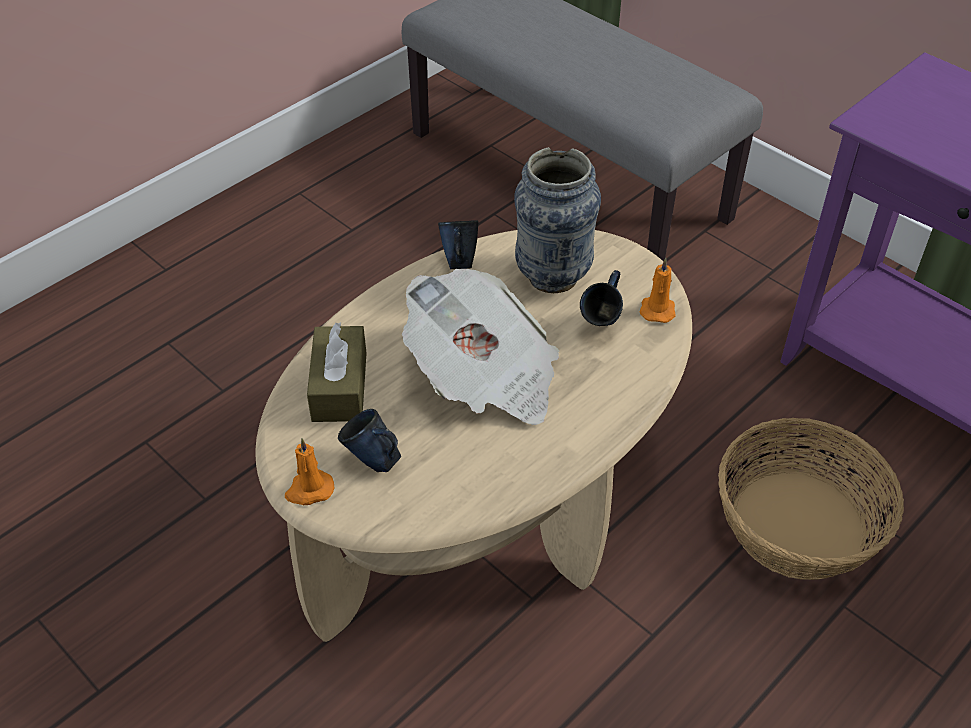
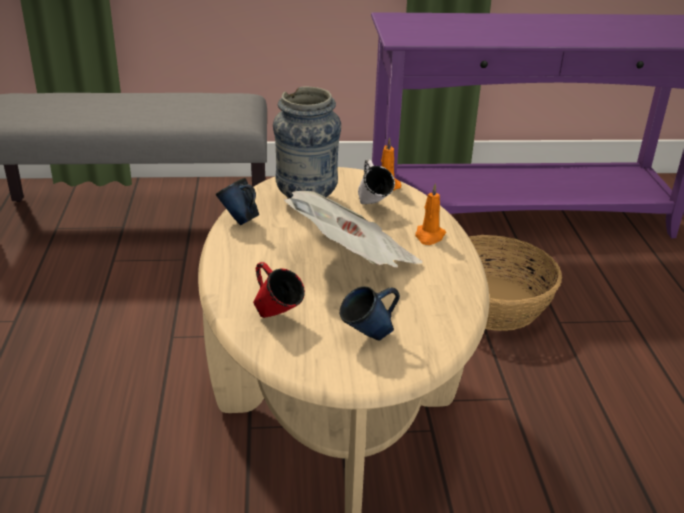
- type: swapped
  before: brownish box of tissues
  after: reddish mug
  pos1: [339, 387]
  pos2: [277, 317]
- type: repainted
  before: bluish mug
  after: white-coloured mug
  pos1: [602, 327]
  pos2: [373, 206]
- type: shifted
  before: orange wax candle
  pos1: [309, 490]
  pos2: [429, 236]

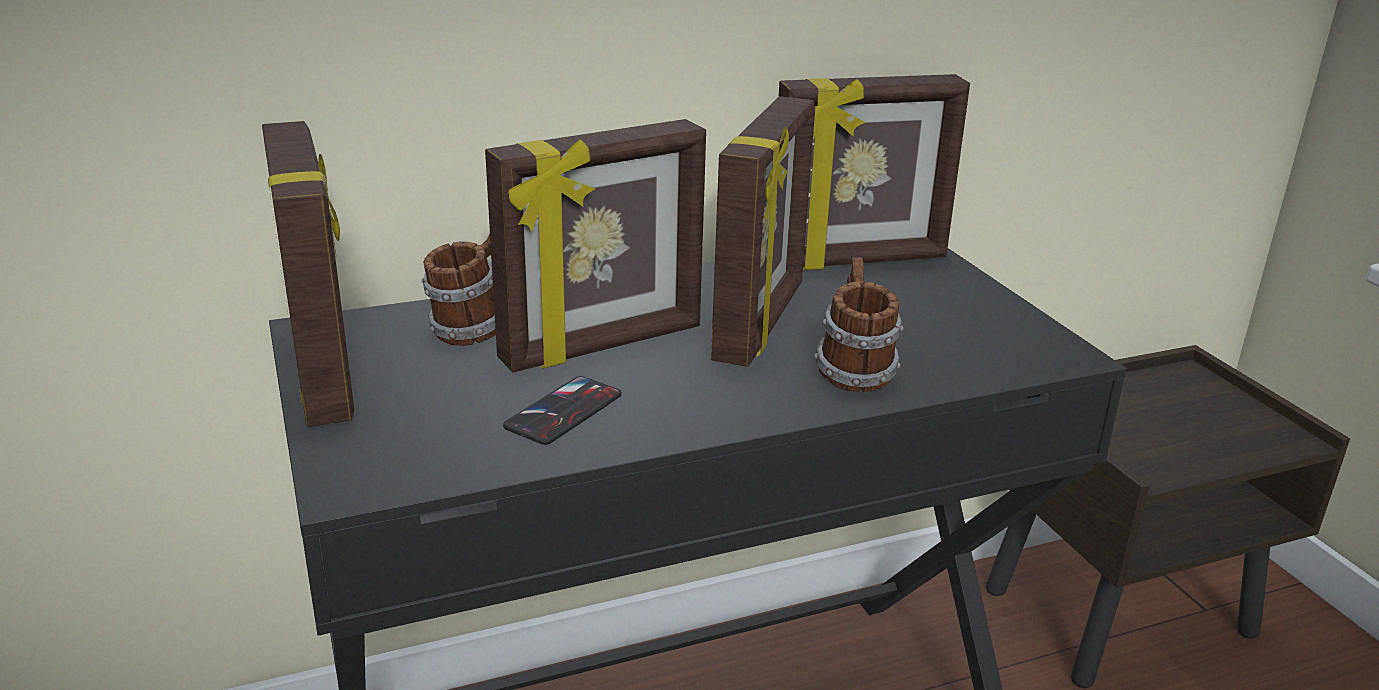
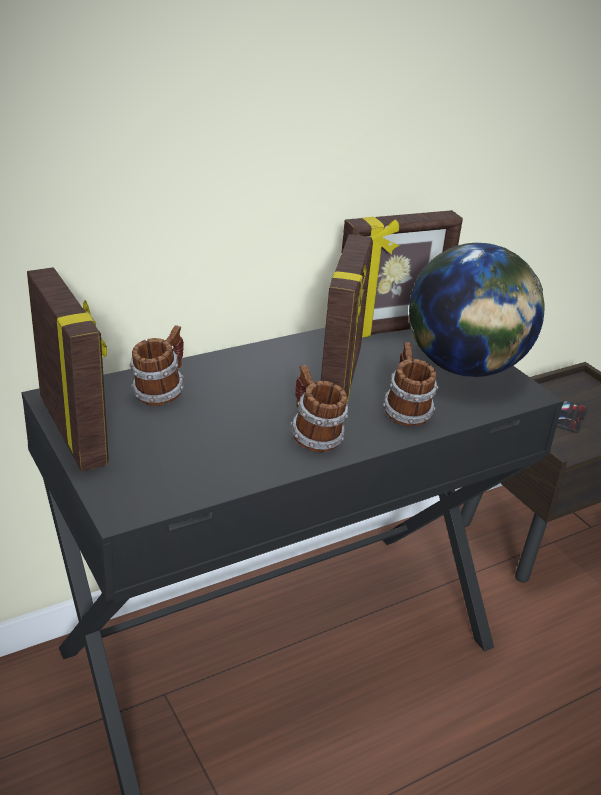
- type: new
  after: mug
  pos2: [314, 438]
- type: new
  after: desk globe
  pos2: [464, 368]
- type: shifted
  before: handset
  pos1: [564, 411]
  pos2: [570, 417]
- type: gone
  before: picture frame
  pos1: [603, 346]

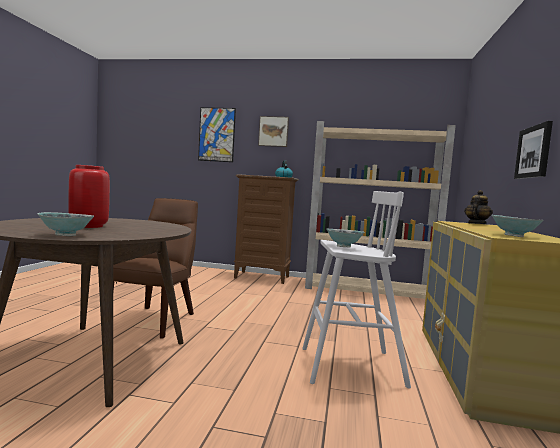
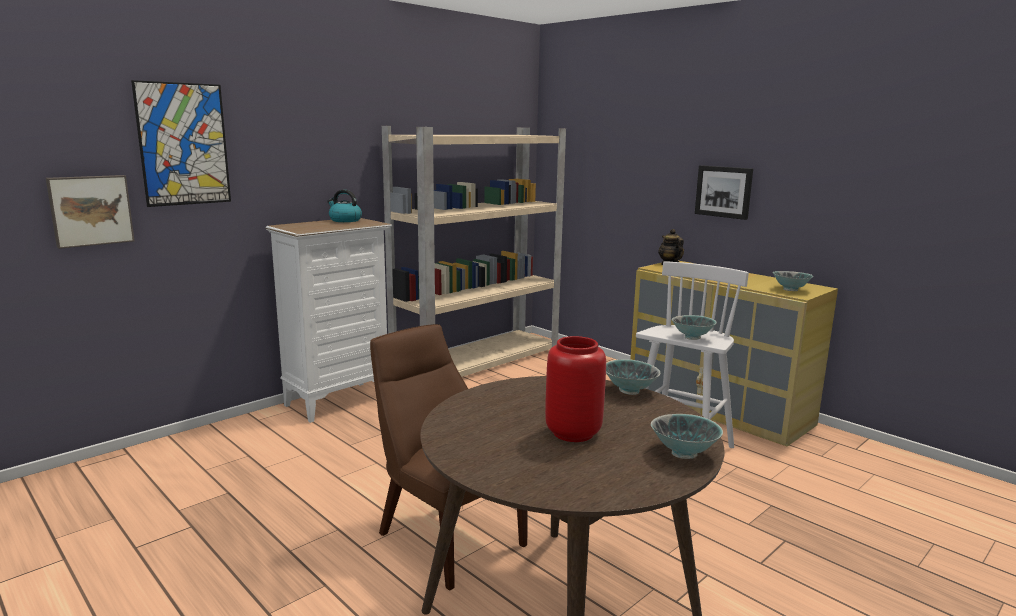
- type: shifted
  before: picture
  pos1: [273, 131]
  pos2: [90, 210]
- type: repainted
  before: brownish chest of drawers
  after: white-coloured chest of drawers
  pos1: [263, 278]
  pos2: [340, 401]
- type: new
  after: bowl
  pos2: [629, 391]

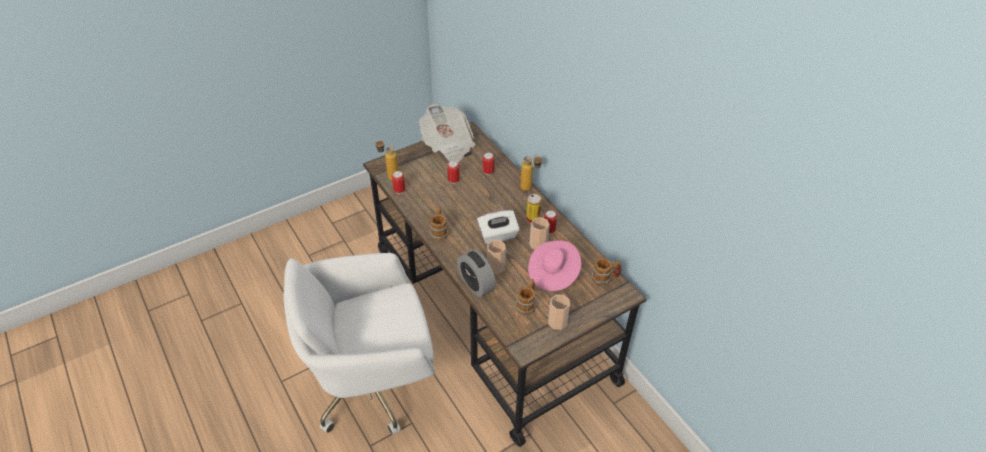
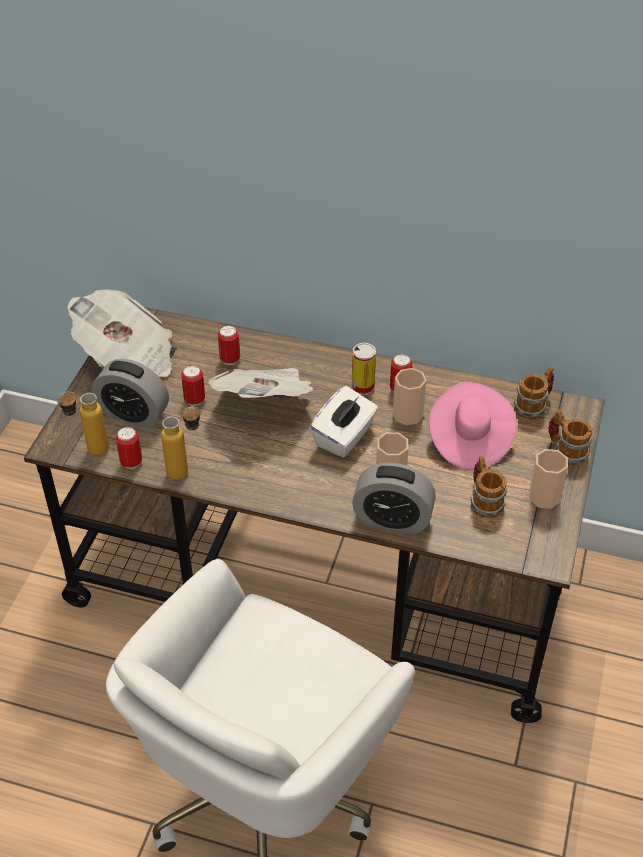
- type: new
  after: alarm clock
  pos2: [133, 414]
- type: shifted
  before: beverage bottle
  pos1: [530, 189]
  pos2: [186, 470]
- type: new
  after: printed paper
  pos2: [265, 402]
- type: shifted
  before: mug
  pos1: [439, 231]
  pos2: [565, 450]

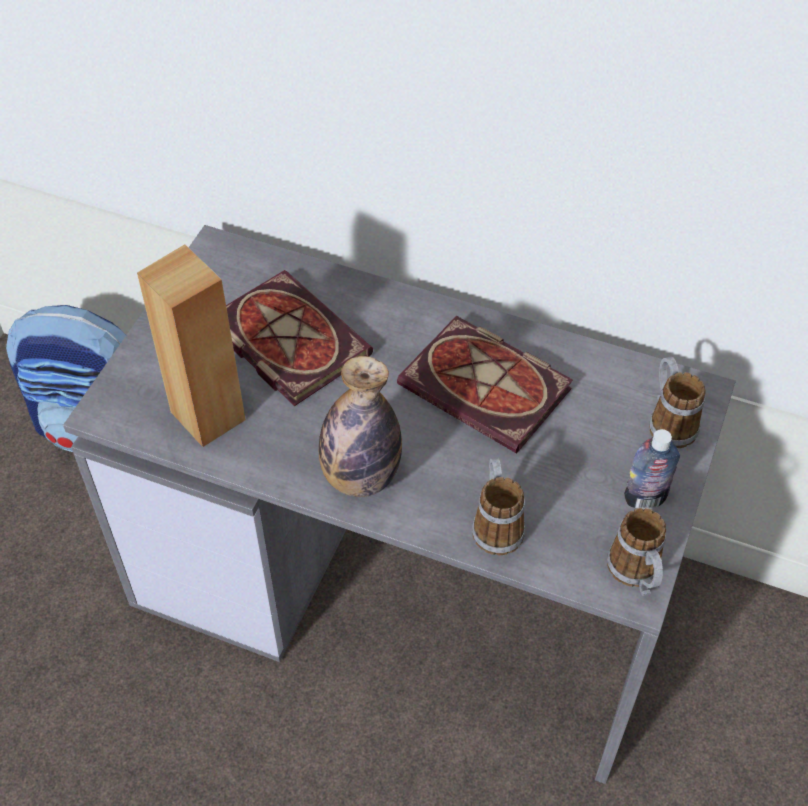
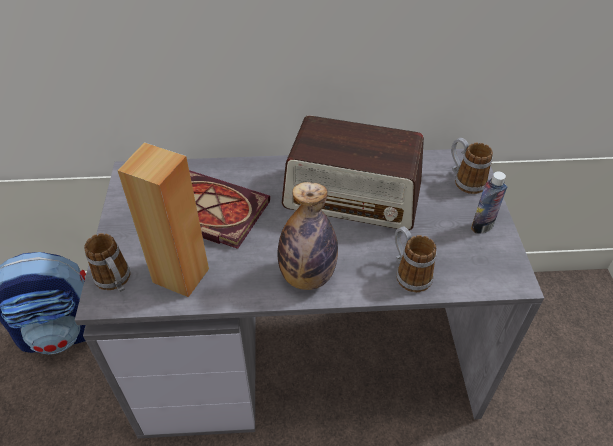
- type: shifted
  before: mug
  pos1: [636, 575]
  pos2: [116, 282]
- type: swapped
  before: book
  after: radio set
  pos1: [489, 388]
  pos2: [353, 196]

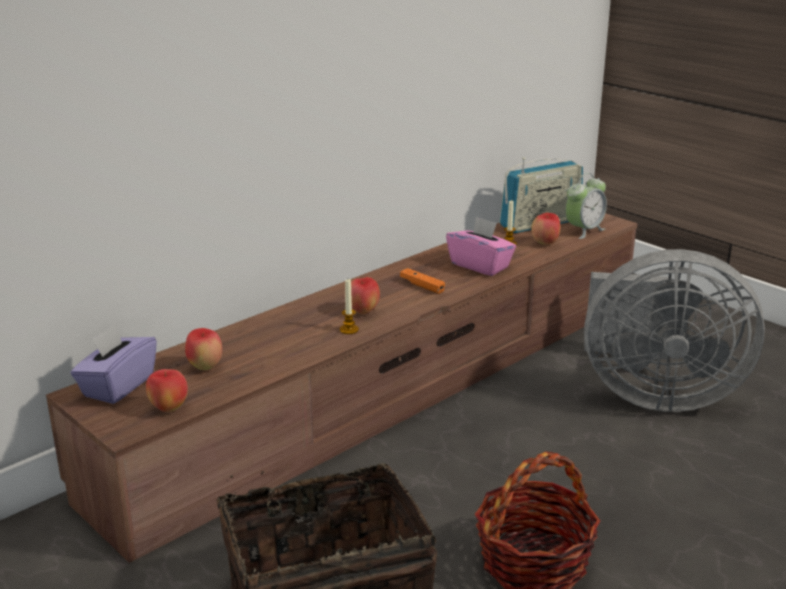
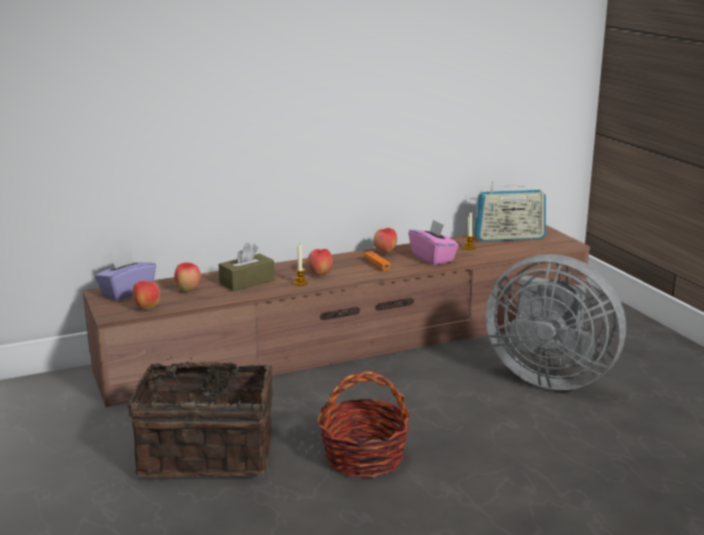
- type: new
  after: brownish box of tissues
  pos2: [247, 282]
- type: shifted
  before: apple
  pos1: [545, 243]
  pos2: [385, 252]
- type: gone
  before: alarm clock
  pos1: [584, 230]

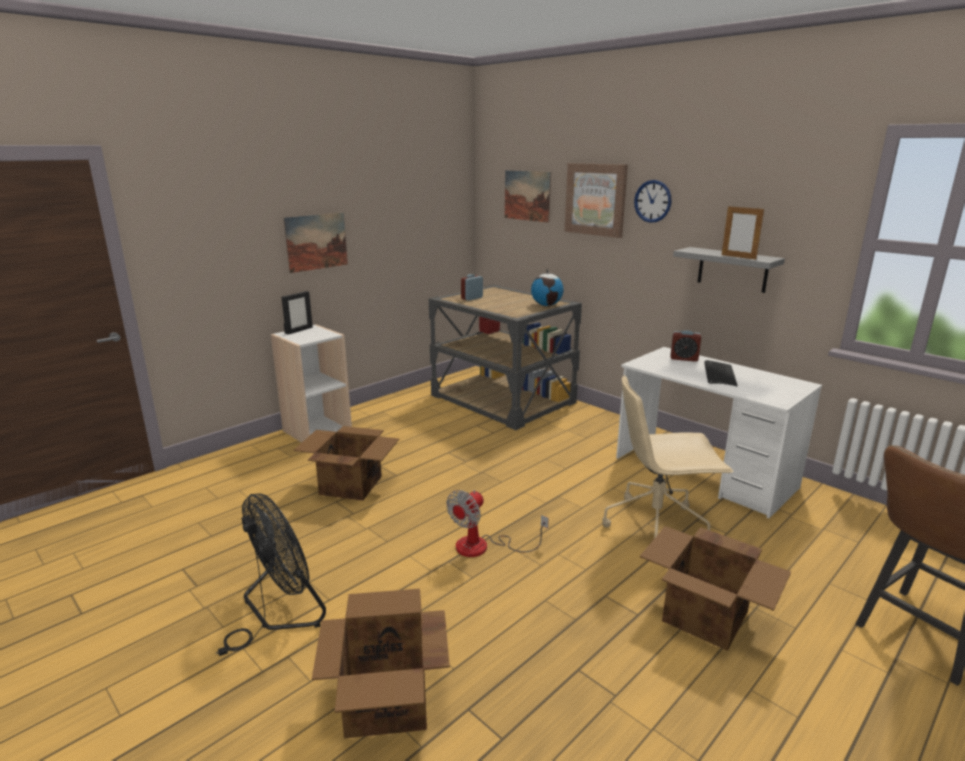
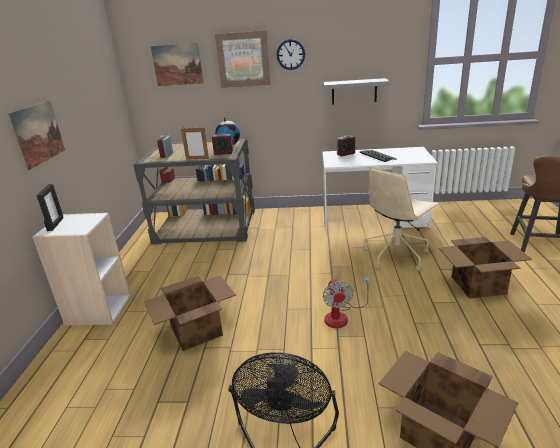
- type: shifted
  before: picture frame
  pos1: [738, 257]
  pos2: [197, 159]
- type: new
  after: alarm clock
  pos2: [223, 153]

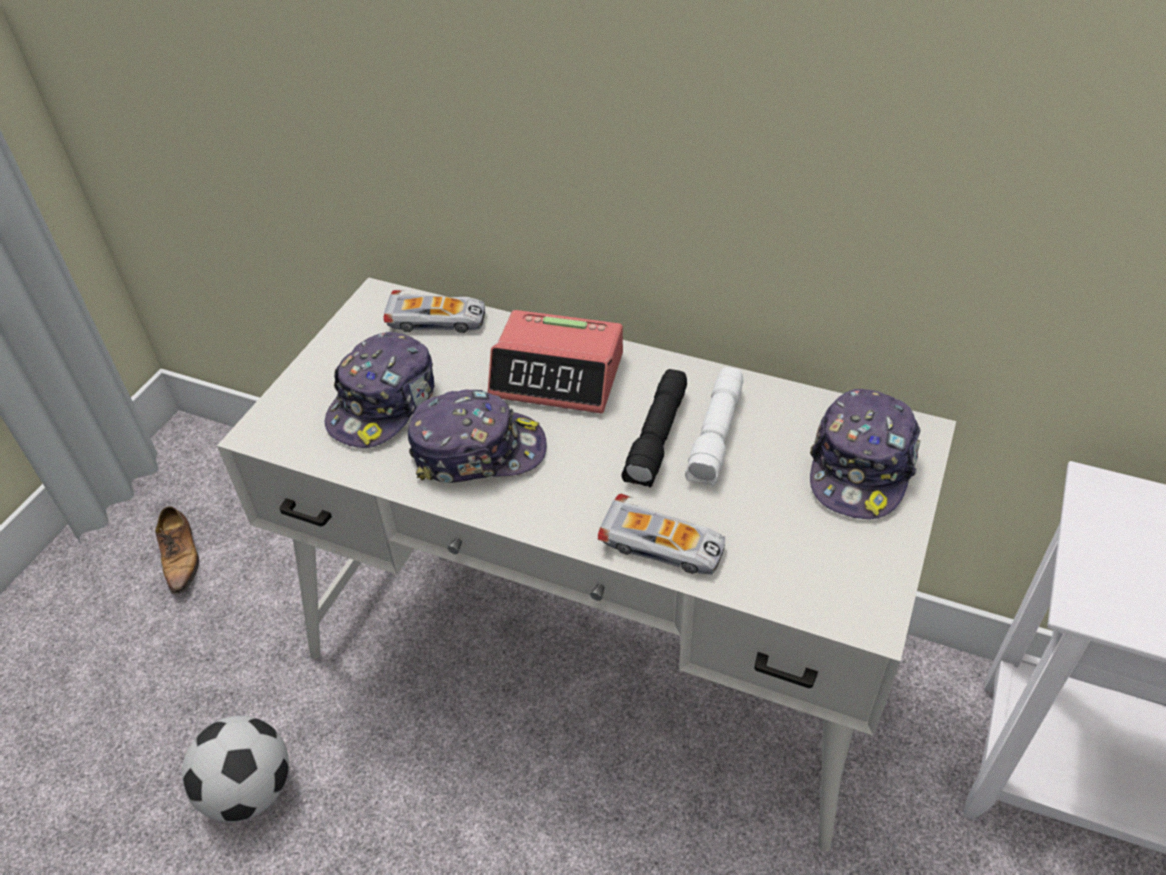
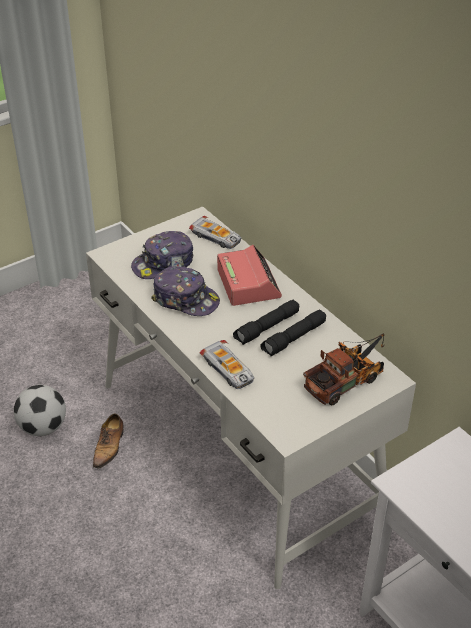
- type: shifted
  before: low shoe
  pos1: [181, 557]
  pos2: [109, 447]
- type: rotated
  before: alarm clock
  pos1: [558, 375]
  pos2: [248, 283]
  turn: -150
- type: repainted
  before: white-coloured flashlight
  after: black flashlight
  pos1: [717, 436]
  pos2: [294, 339]
- type: swapped
  before: cap
  after: toy truck
  pos1: [861, 467]
  pos2: [347, 380]

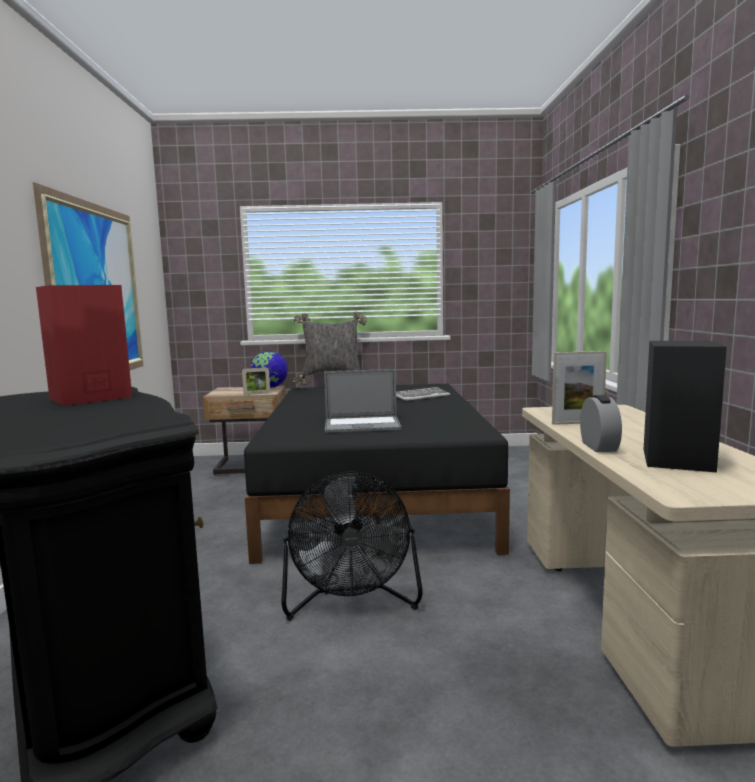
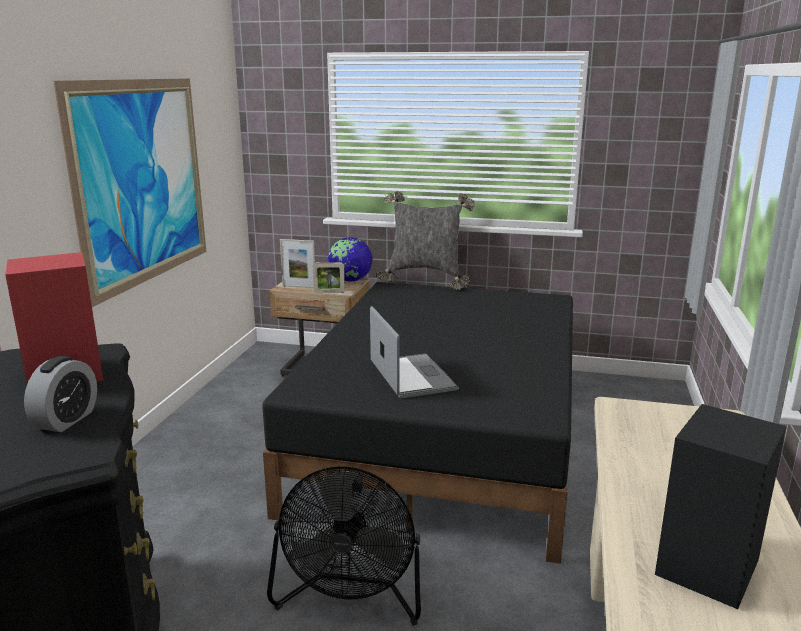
- type: shifted
  before: alarm clock
  pos1: [599, 447]
  pos2: [66, 420]
- type: shifted
  before: picture frame
  pos1: [577, 423]
  pos2: [299, 287]
- type: rotated
  before: laptop
  pos1: [362, 425]
  pos2: [412, 376]
  turn: -120
- type: gone
  before: computer keyboard
  pos1: [421, 396]

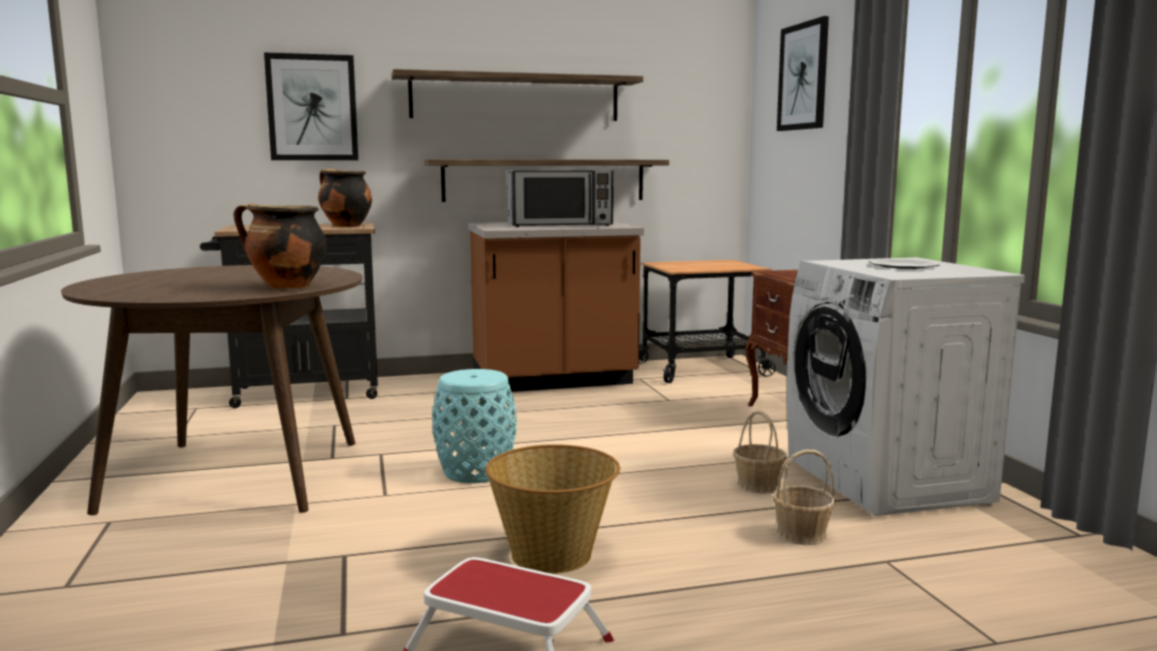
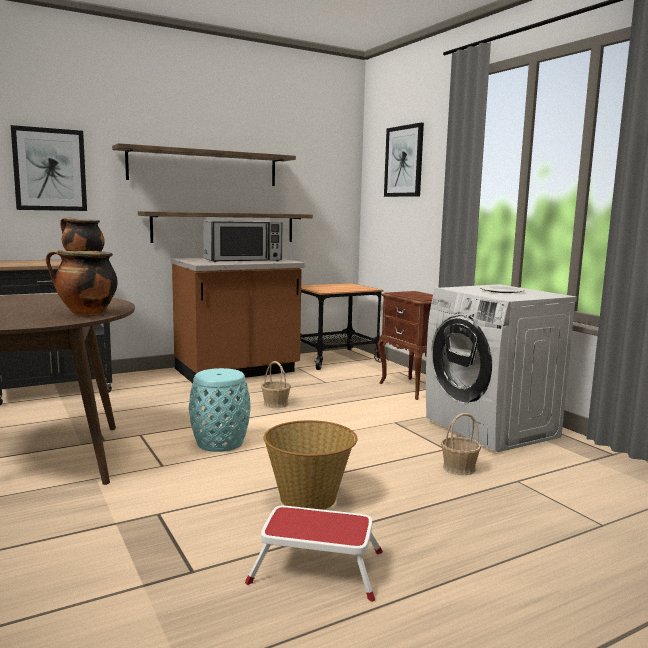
- type: shifted
  before: household basket
  pos1: [758, 485]
  pos2: [275, 404]

